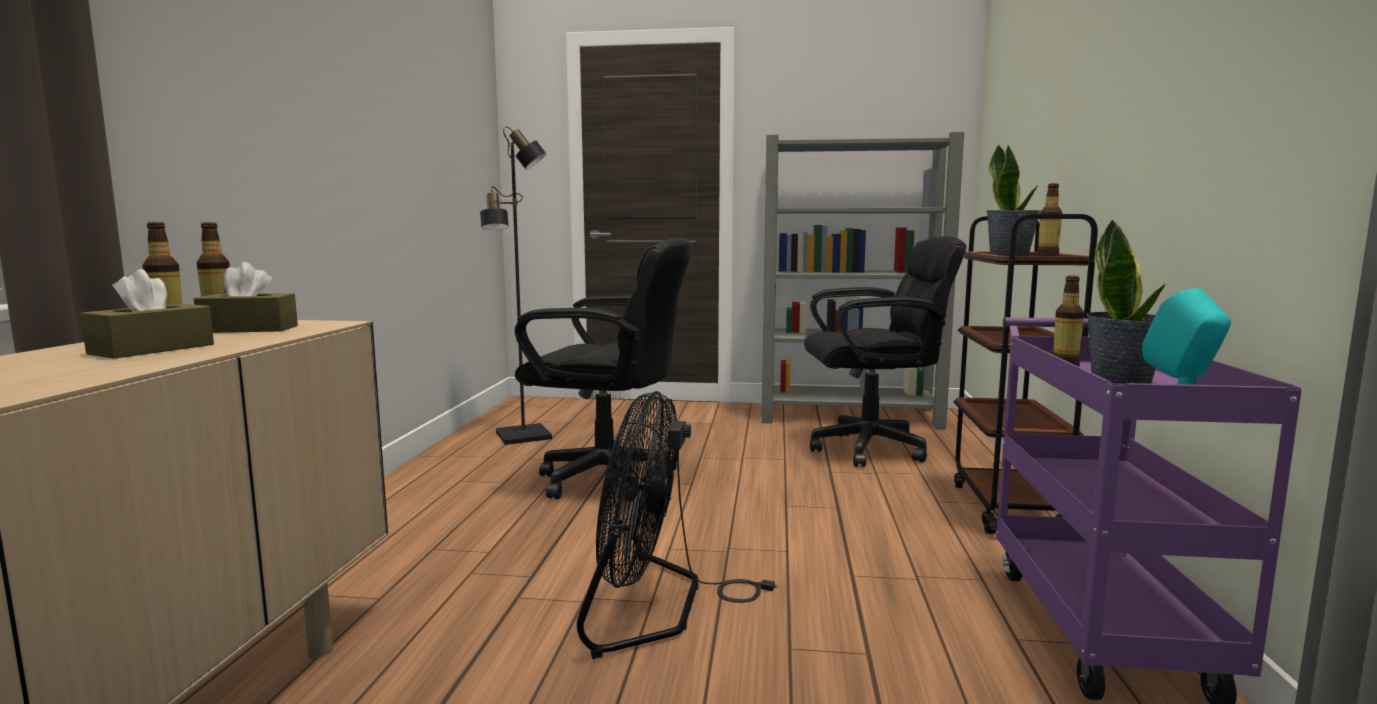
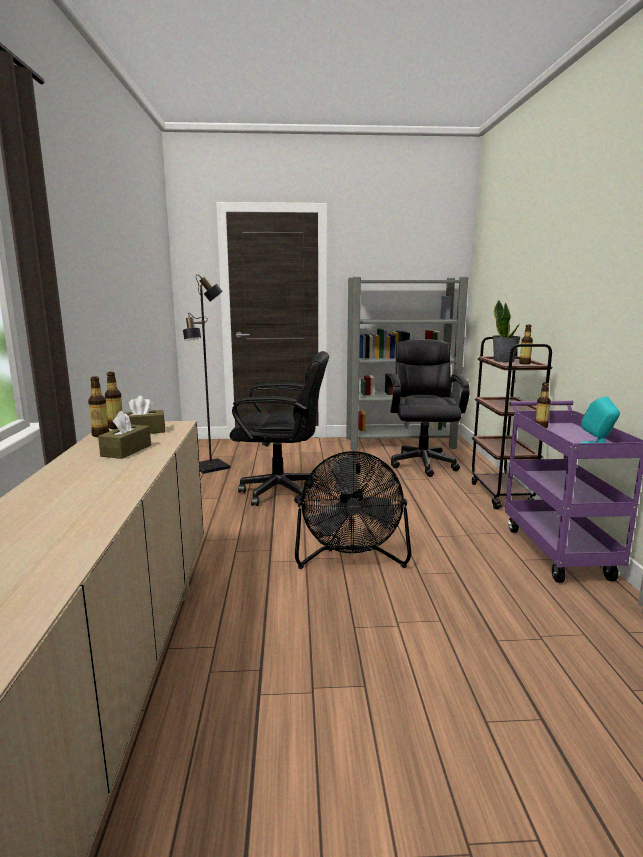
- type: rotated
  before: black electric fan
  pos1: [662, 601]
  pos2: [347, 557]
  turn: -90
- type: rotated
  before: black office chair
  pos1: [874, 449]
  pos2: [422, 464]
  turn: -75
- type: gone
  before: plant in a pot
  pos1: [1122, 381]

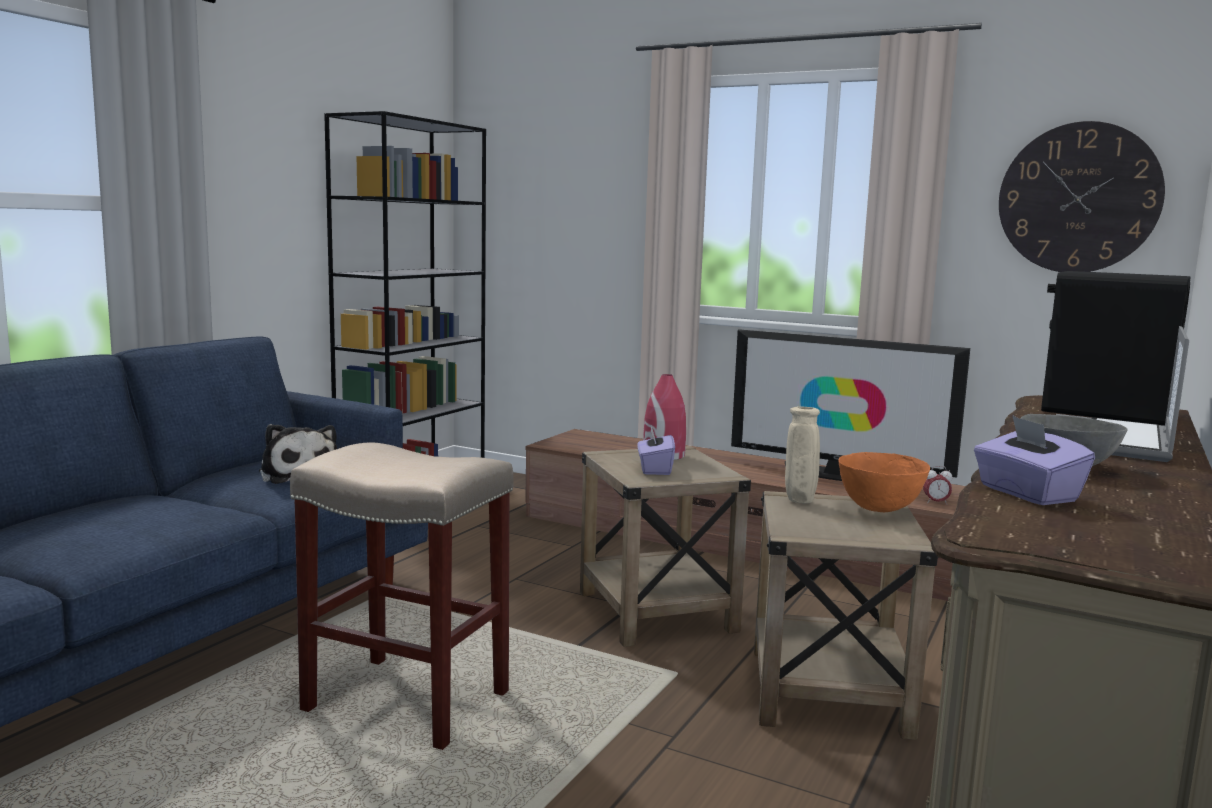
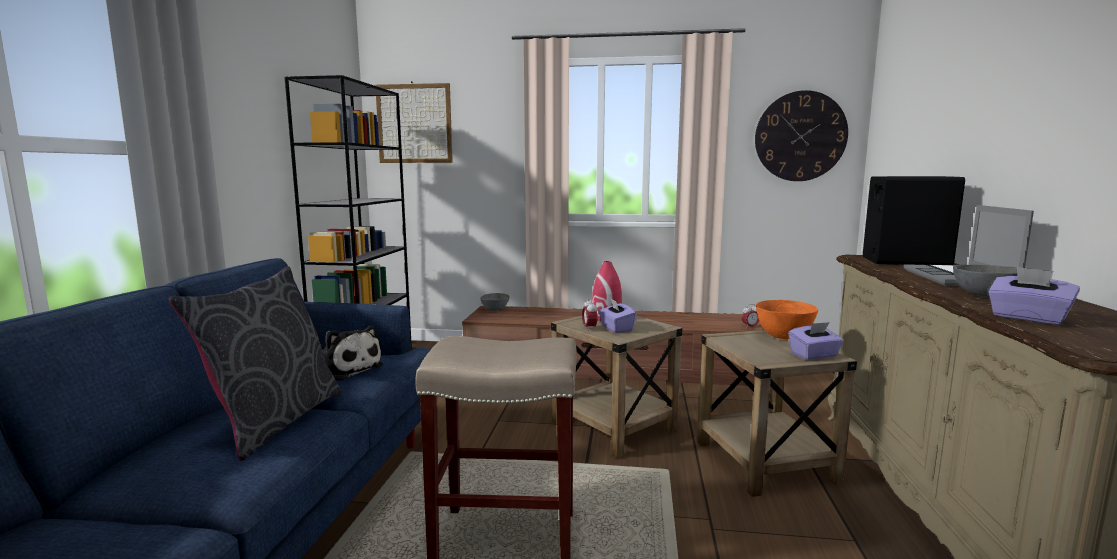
- type: new
  after: grey throw pillow
  pos2: [274, 421]
- type: new
  after: picture
  pos2: [414, 122]
- type: new
  after: grey bowl
  pos2: [495, 309]
- type: new
  after: alarm clock
  pos2: [589, 328]
- type: new
  after: purplish box of tissues
  pos2: [814, 355]
- type: gone
  before: TV
  pos1: [837, 475]
- type: gone
  before: sand-coloured vase
  pos1: [799, 502]

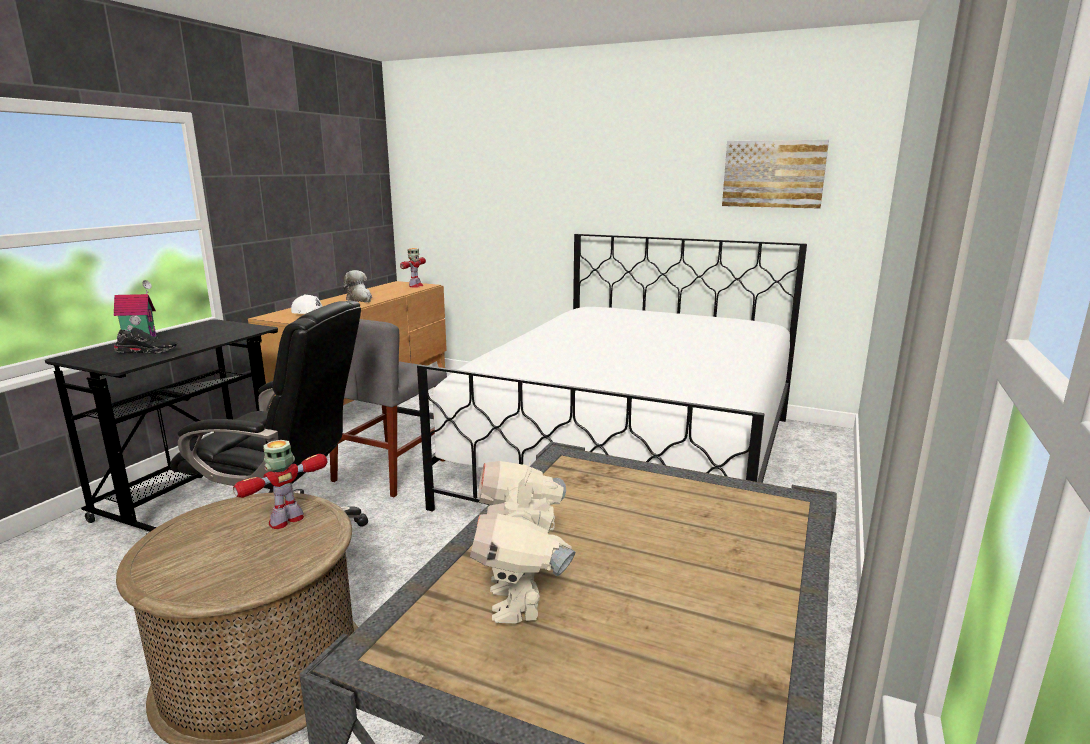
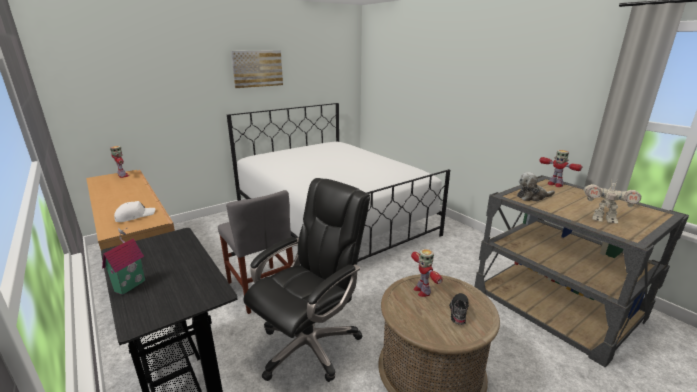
- type: shifted
  before: picture
  pos1: [773, 174]
  pos2: [257, 68]
- type: shifted
  before: black low shoe
  pos1: [147, 351]
  pos2: [458, 311]
- type: shifted
  before: plush toy
  pos1: [360, 299]
  pos2: [532, 197]
- type: new
  after: robot figure
  pos2: [554, 184]

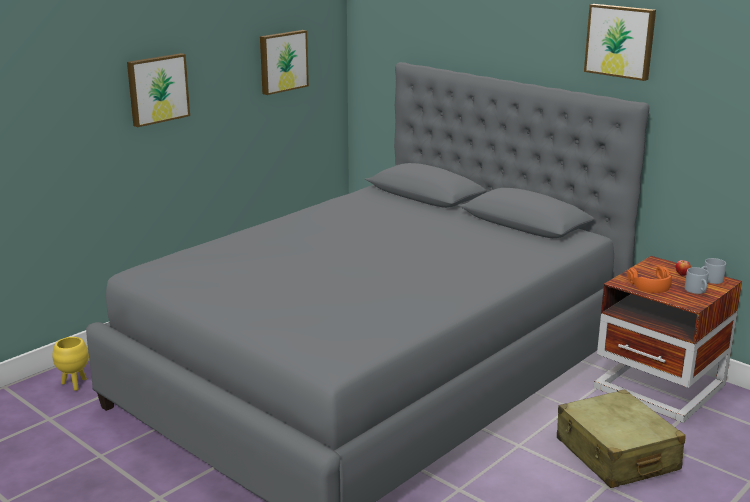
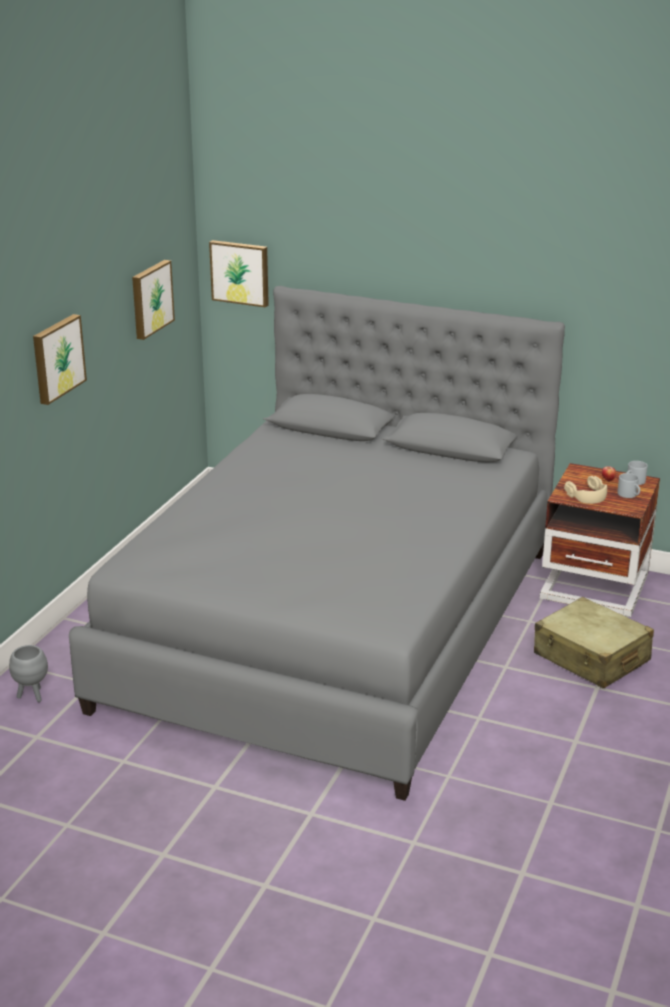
- type: repainted
  before: yellowish plant pot
  after: grey plant pot
  pos1: [75, 384]
  pos2: [32, 696]
- type: shifted
  before: picture
  pos1: [620, 41]
  pos2: [240, 272]
- type: repainted
  before: orange headset
  after: sand-coloured headset
  pos1: [650, 285]
  pos2: [587, 495]

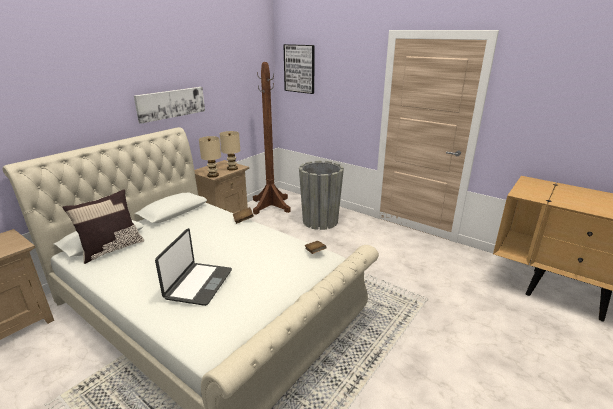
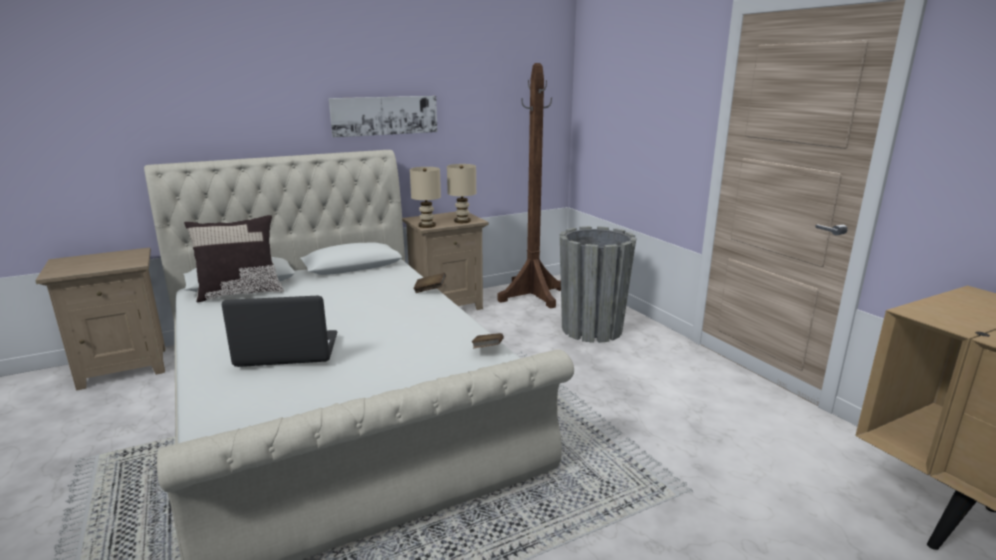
- type: rotated
  before: laptop
  pos1: [198, 284]
  pos2: [288, 351]
  turn: -135
- type: gone
  before: picture
  pos1: [299, 68]

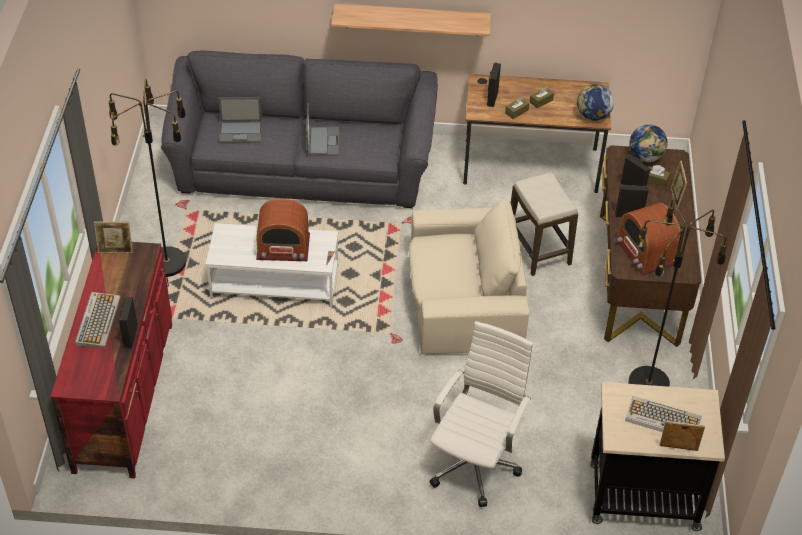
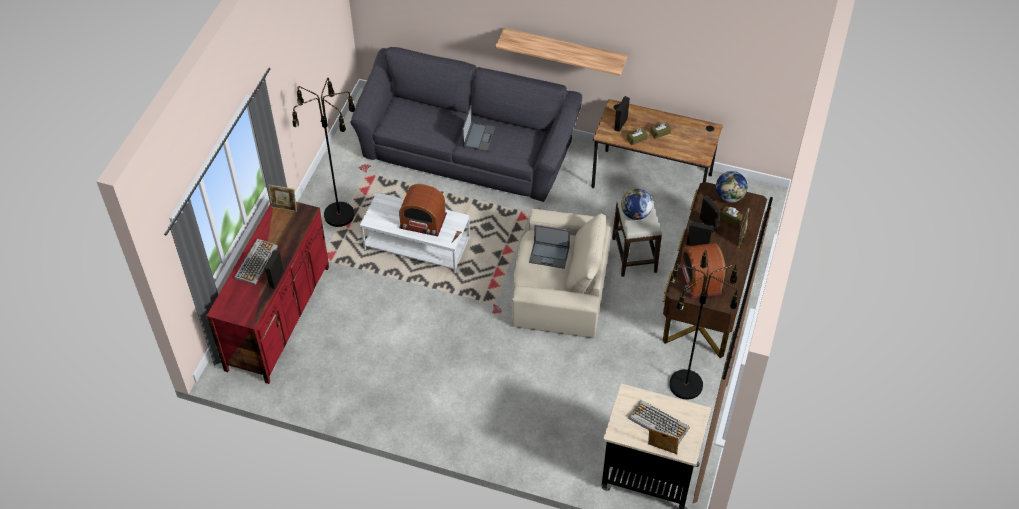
- type: shifted
  before: laptop
  pos1: [241, 132]
  pos2: [549, 255]
- type: shifted
  before: desk globe
  pos1: [593, 116]
  pos2: [635, 214]
- type: gone
  before: white-coloured office chair
  pos1: [475, 463]

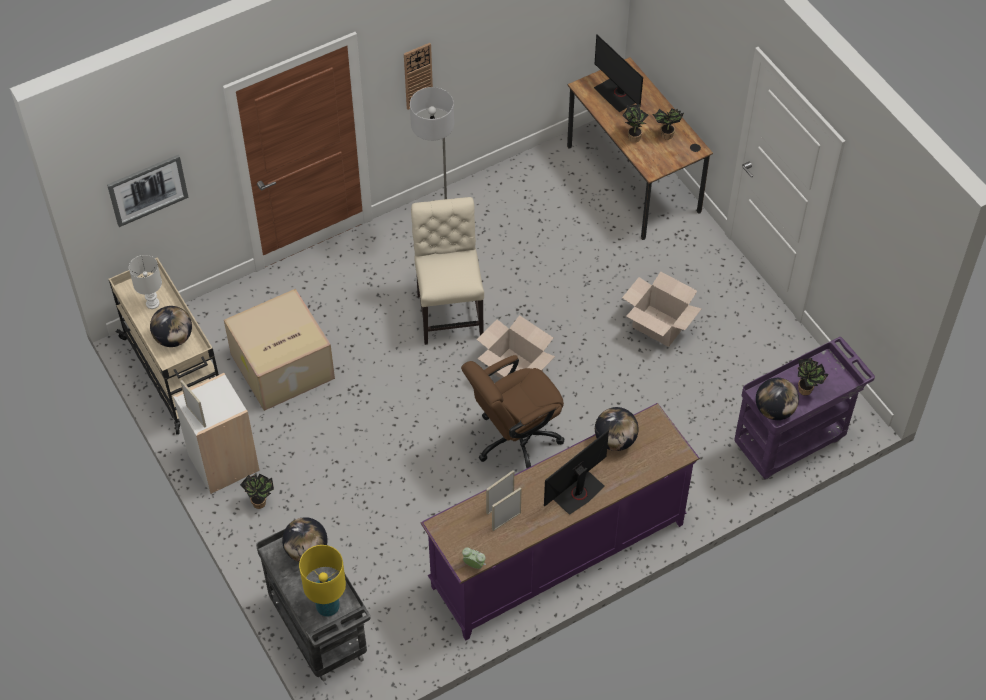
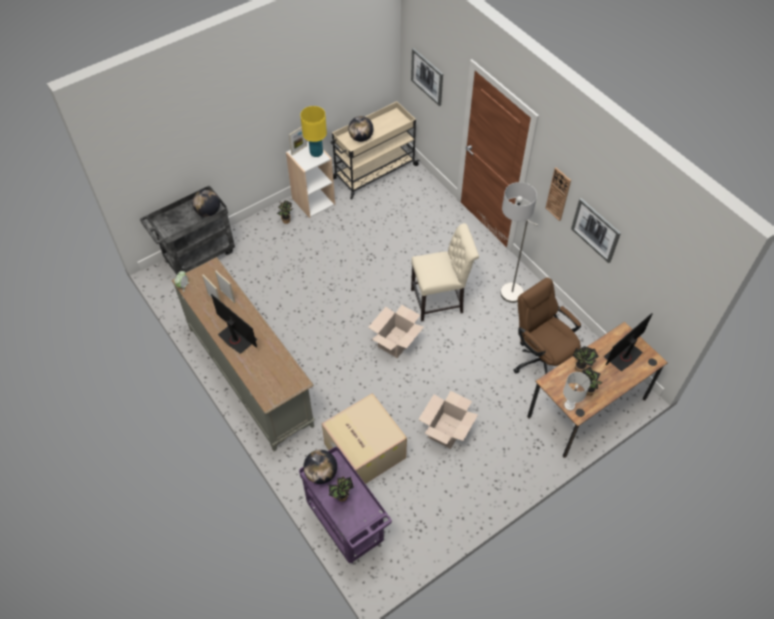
- type: repainted
  before: purplish cupboard
  after: grey cupboard
  pos1: [557, 554]
  pos2: [250, 375]
- type: shifted
  before: yellowish tabletop lamp
  pos1: [328, 607]
  pos2: [316, 153]
- type: shifted
  before: cardboard box
  pos1: [282, 367]
  pos2: [363, 450]
- type: shifted
  before: brownish office chair
  pos1: [513, 442]
  pos2: [539, 361]
- type: shifted
  before: white-coloured tabletop lamp
  pos1: [152, 303]
  pos2: [569, 405]
- type: new
  after: picture
  pos2: [596, 230]
- type: gone
  before: desk globe
  pos1: [615, 440]

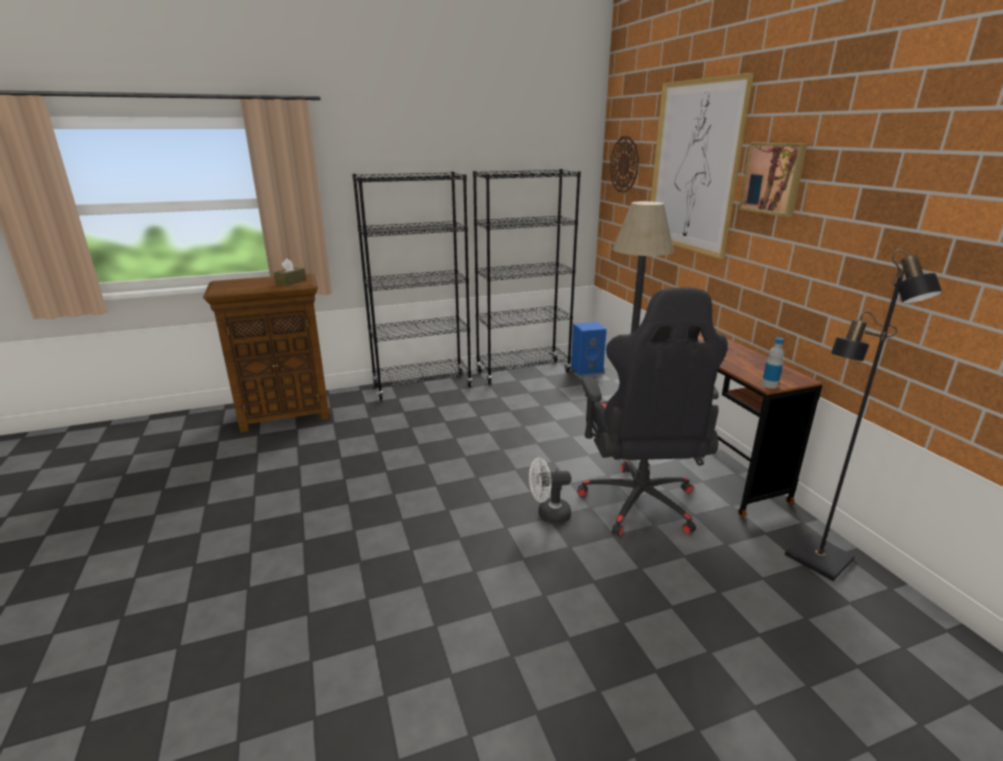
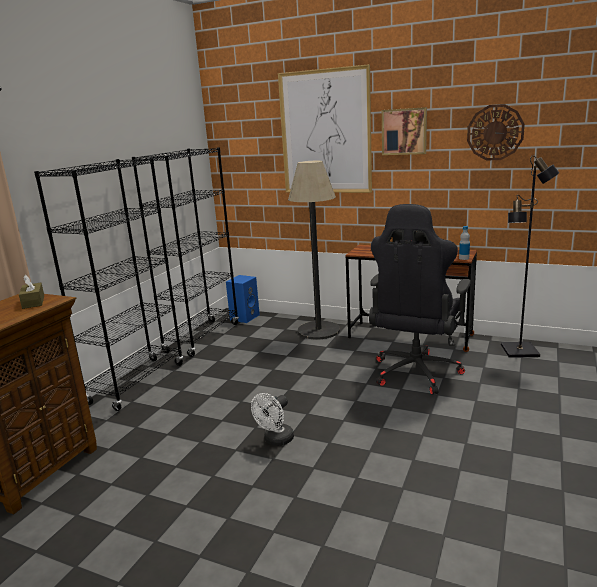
- type: shifted
  before: white-coloured electric fan
  pos1: [548, 514]
  pos2: [276, 440]
- type: rotated
  before: black office chair
  pos1: [638, 502]
  pos2: [416, 372]
  turn: 75
- type: shifted
  before: hanging clock
  pos1: [624, 164]
  pos2: [495, 132]

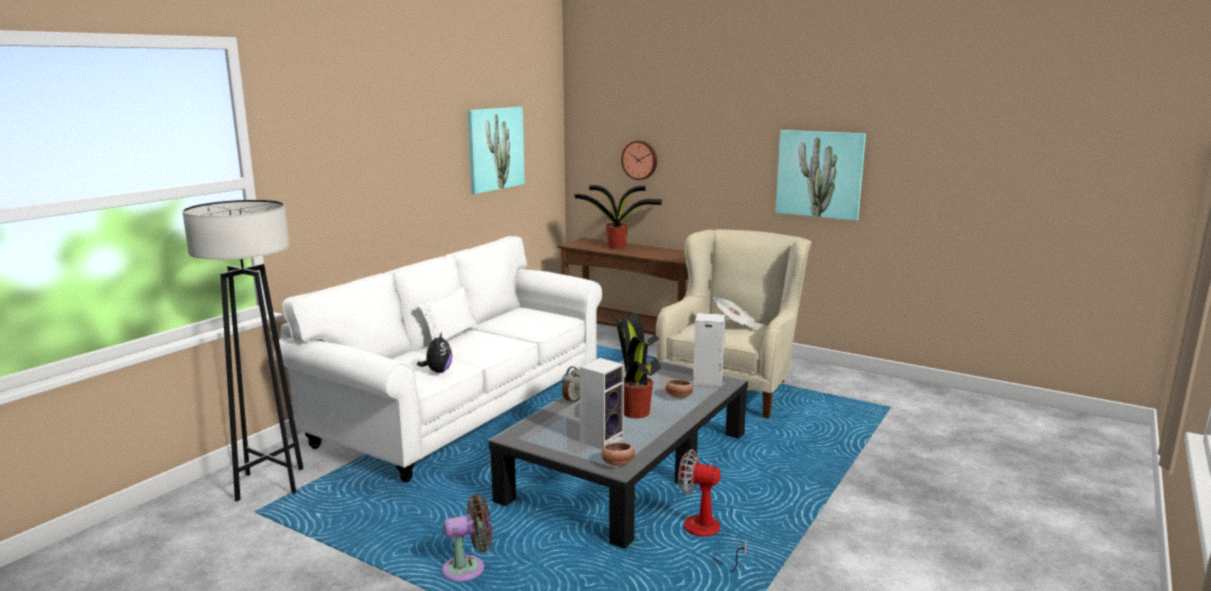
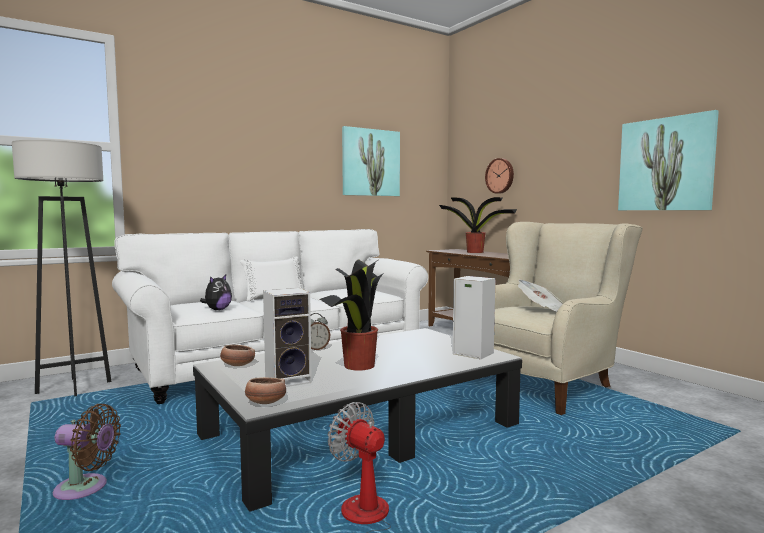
- type: shifted
  before: bowl
  pos1: [678, 397]
  pos2: [237, 365]

